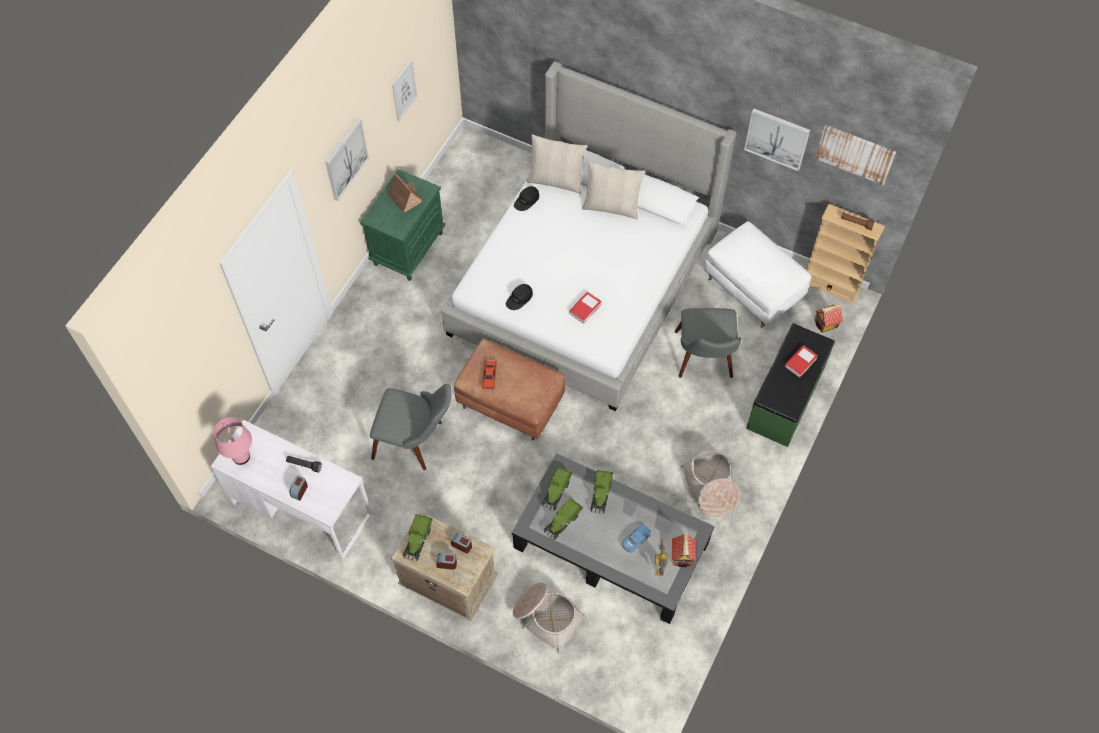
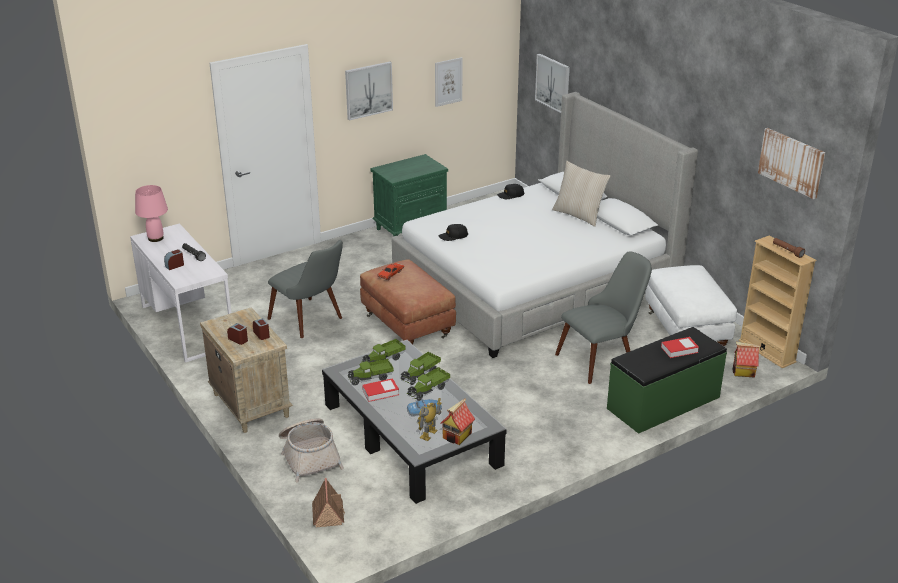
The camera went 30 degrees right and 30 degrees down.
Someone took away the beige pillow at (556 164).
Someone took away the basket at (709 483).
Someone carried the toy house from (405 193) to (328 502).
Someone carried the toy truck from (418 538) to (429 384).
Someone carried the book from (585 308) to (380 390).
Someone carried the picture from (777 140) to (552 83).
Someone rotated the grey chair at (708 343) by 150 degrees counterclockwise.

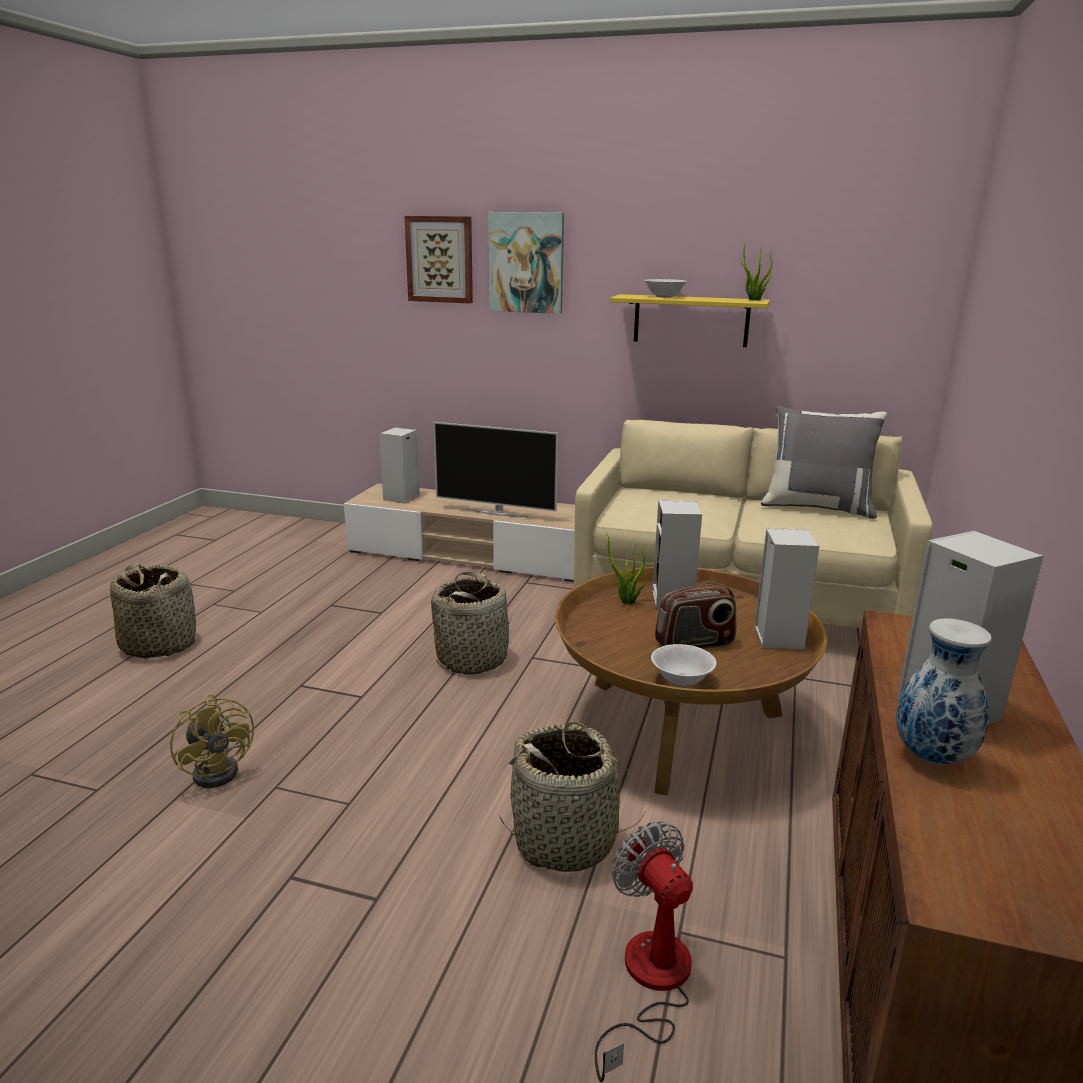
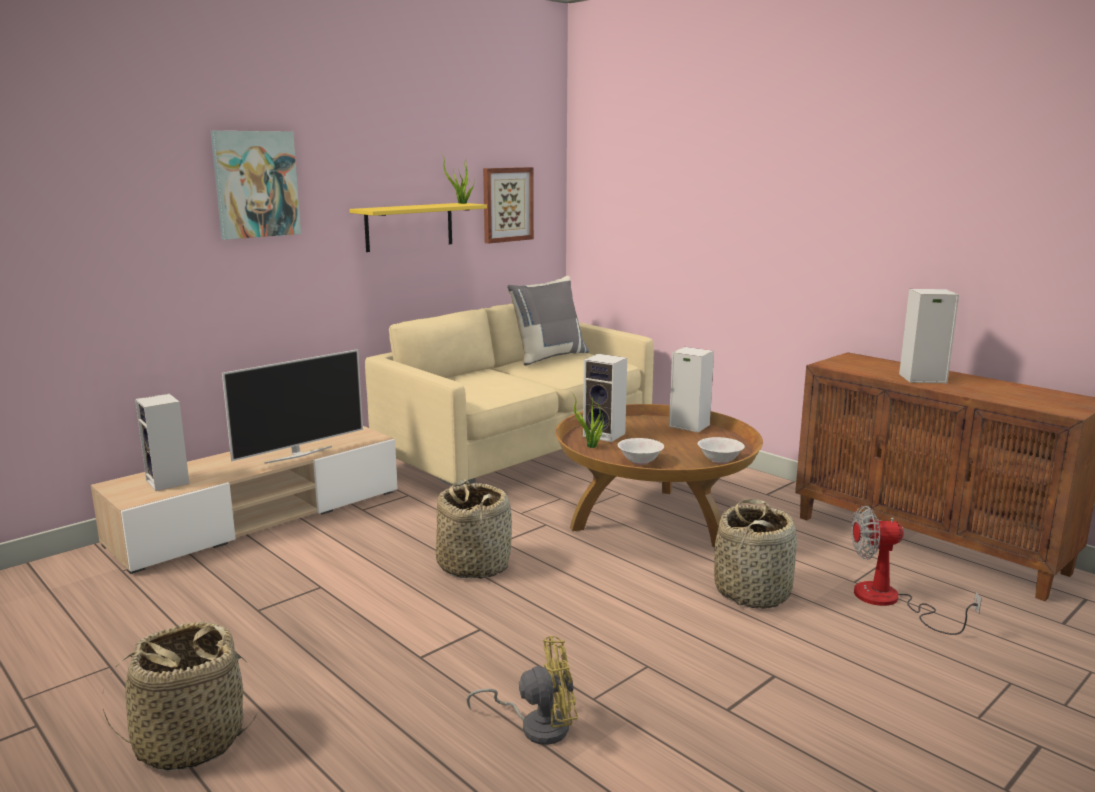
The camera went 60 degrees left and 5 degrees down.
Someone took away the radio at (695 615).
Someone took away the vase at (944 691).
Someone carried the picture from (438 259) to (508 205).
Someone carried the white bowl from (665 288) to (641 451).

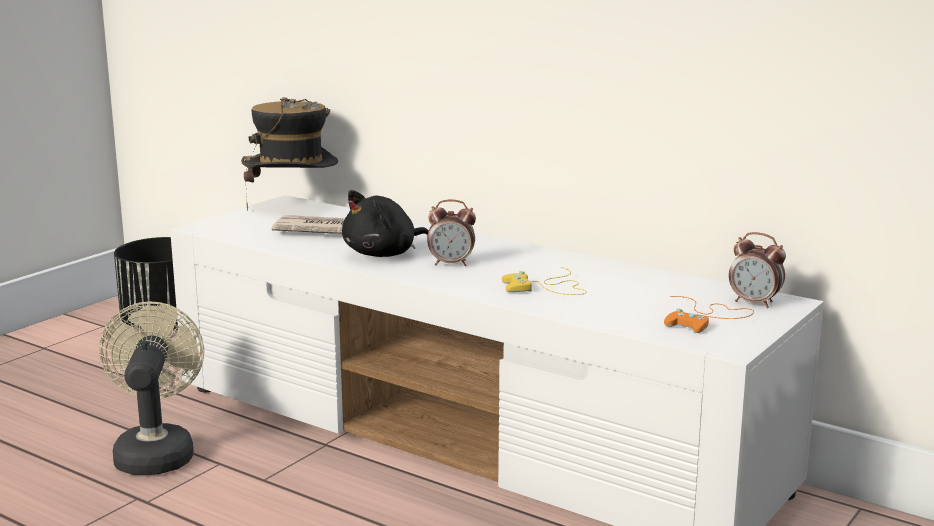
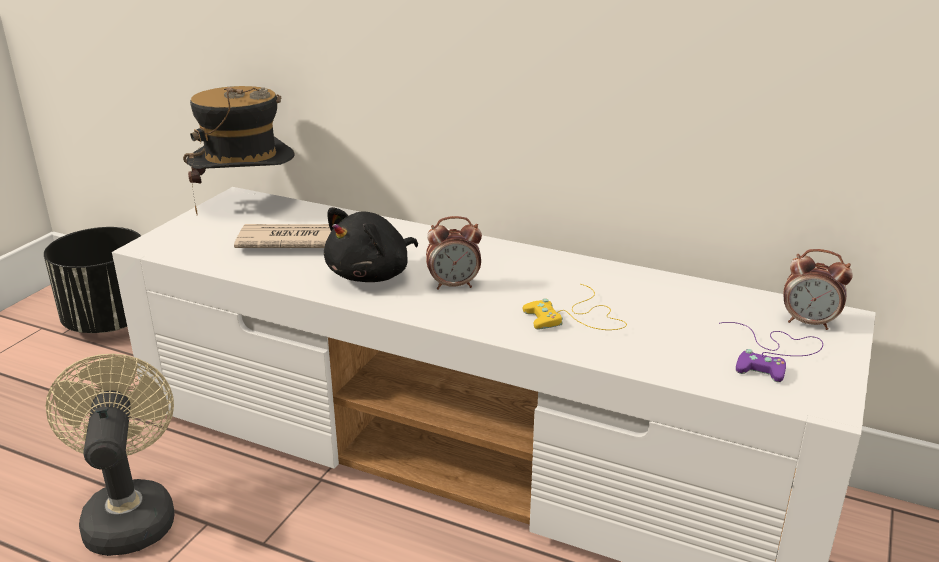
The camera went 10 degrees left and 10 degrees up.
Someone repainted the orange game controller at (709 314), which became the purple game controller at (771 352).

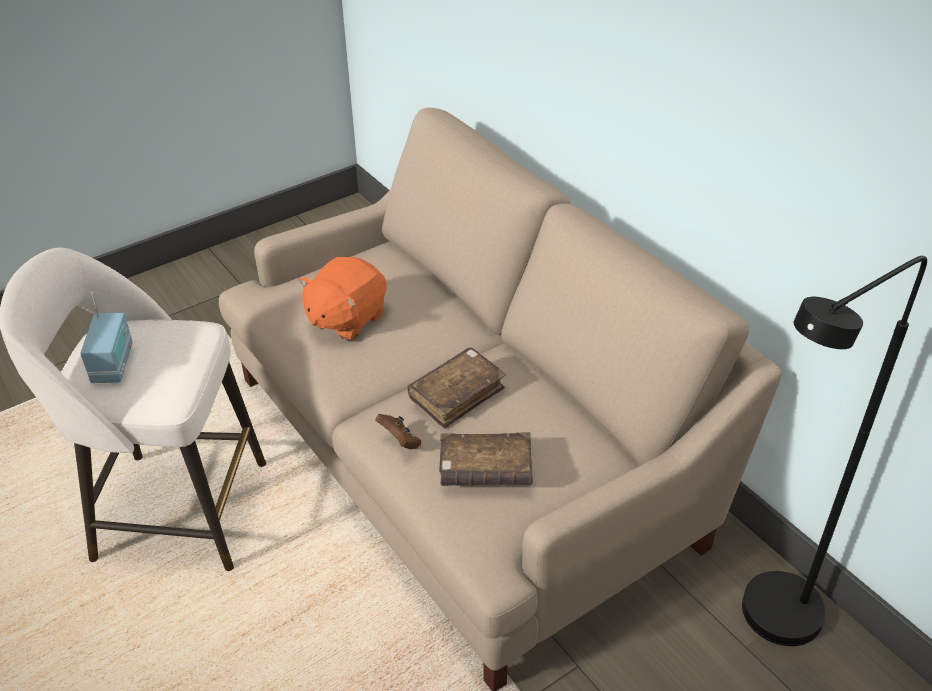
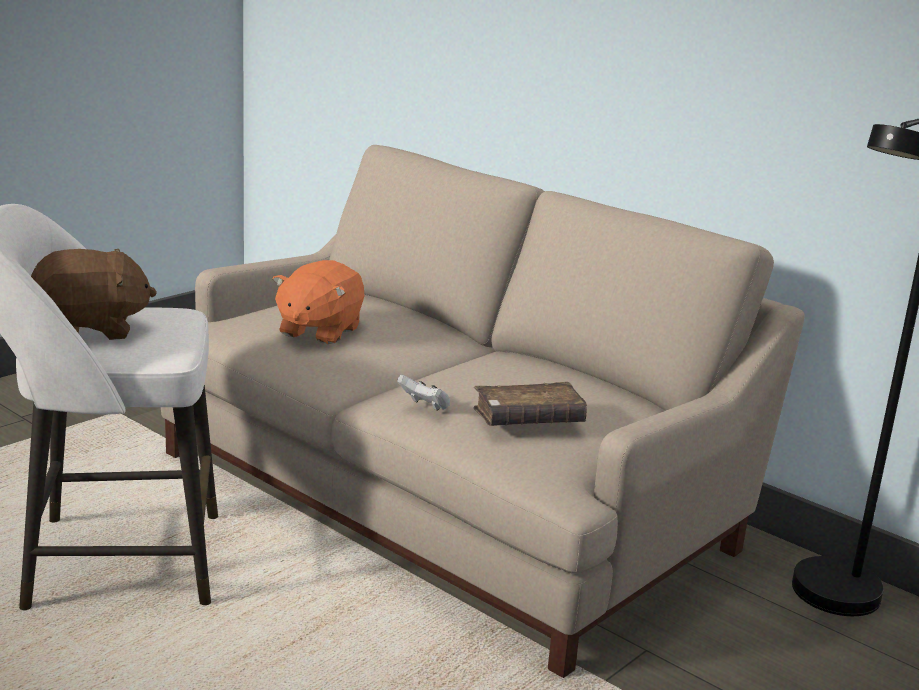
The camera went 15 degrees left and 20 degrees down.
Someone took away the brown book at (457 388).
Someone swapped the radio at (106 337) for the brown plush toy at (94 294).
Someone repainted the brown game controller at (398 431), which became the white game controller at (423 392).

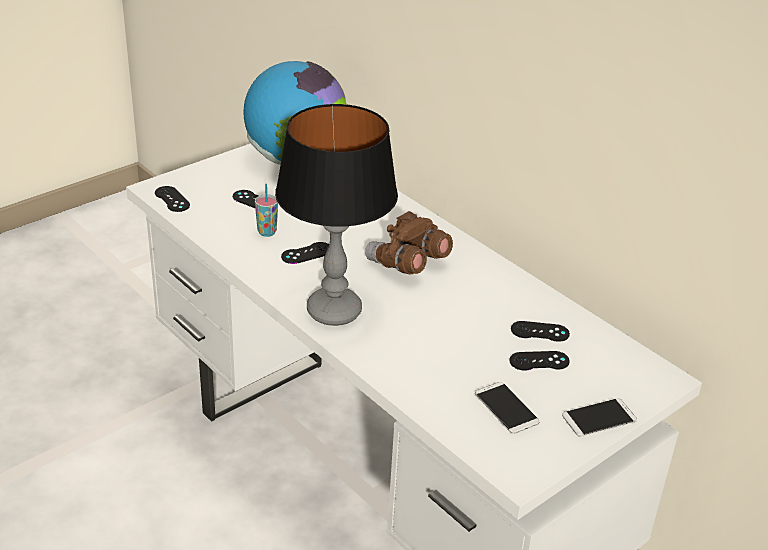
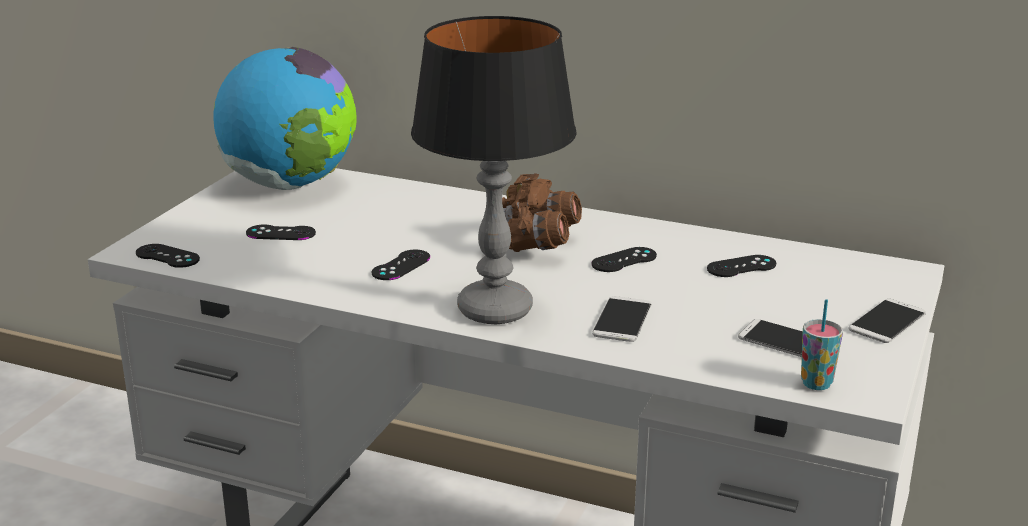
The camera went 25 degrees left and 10 degrees down.
Someone put down the phone at (622 319).
Someone carried the cup from (266 210) to (822 344).
Someone carried the black game controller from (539 361) to (624 259).

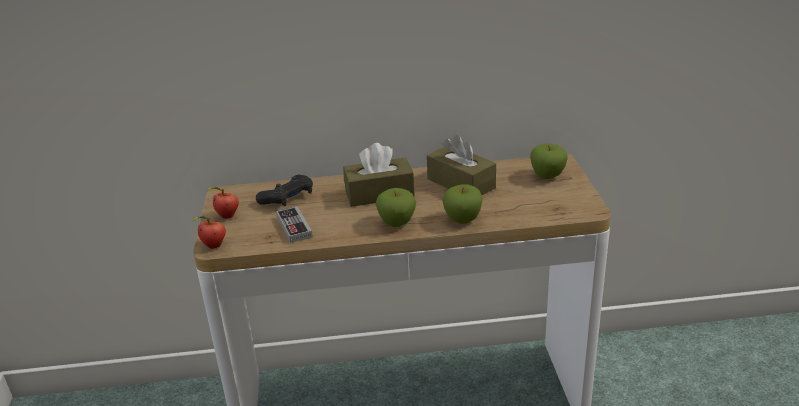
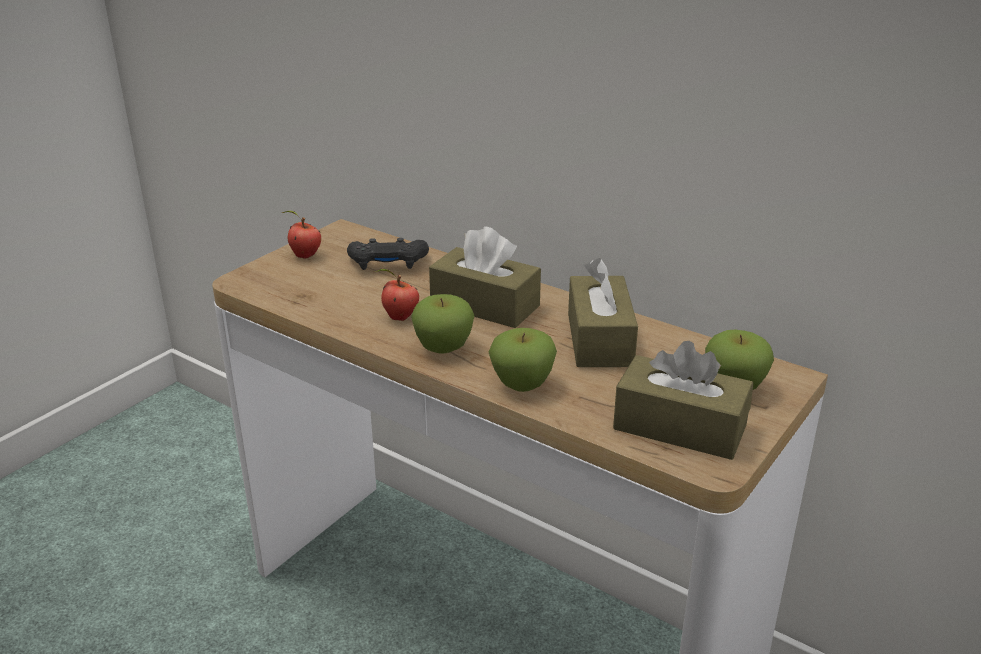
The camera went 40 degrees right and 0 degrees up.
Someone took away the game controller at (294 224).
Someone put down the brown tissue box at (683 400).
Someone carried the apple from (209 232) to (397 295).

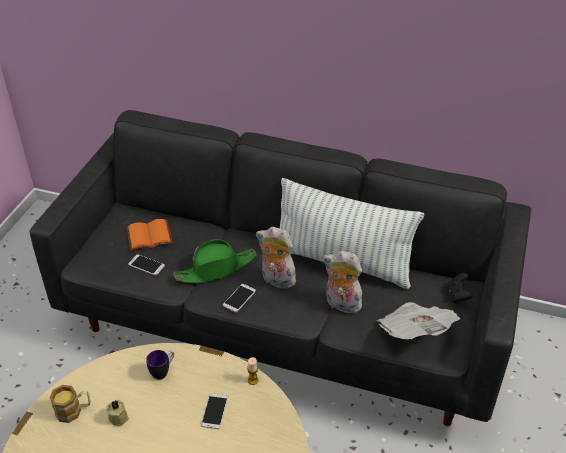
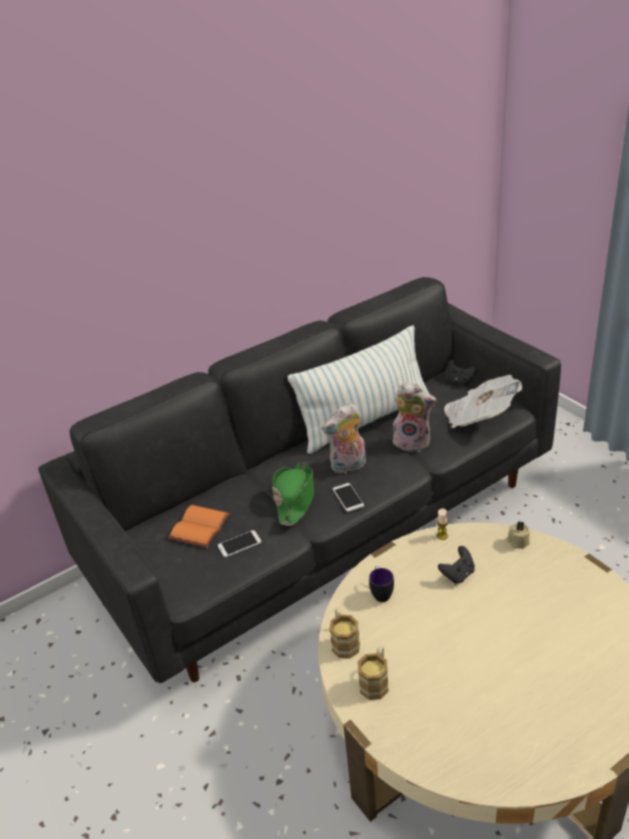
The camera went 50 degrees left and 5 degrees down.
Someone put down the mug at (344 633).
Someone carried the beige candle from (117 413) to (518 535).
Someone swapped the phone at (214 411) for the black game controller at (456 565).
Someone rotated the plush toy at (344 282) by 135 degrees counterclockwise.

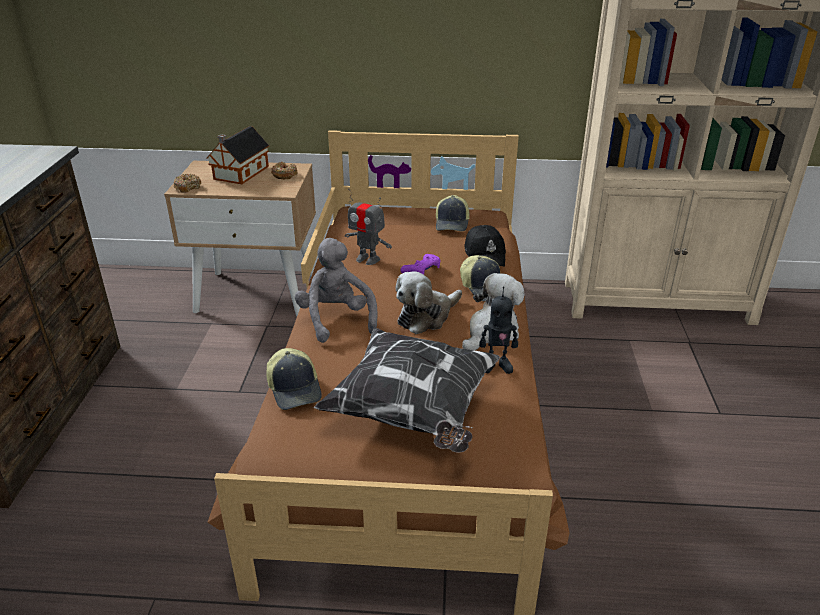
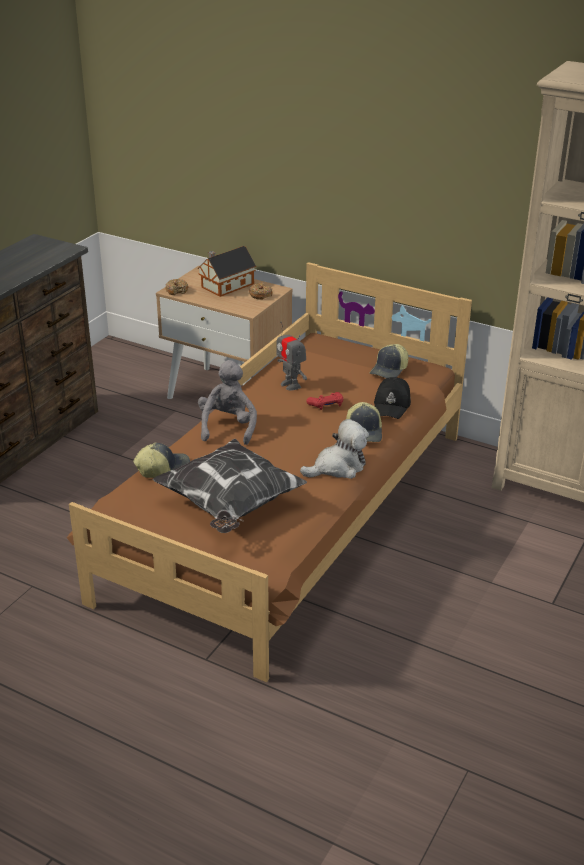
The camera went 25 degrees right and 0 degrees up.
Someone took away the plush toy at (428 302).
Someone took away the toy robot at (498 330).
Someone repainted the purple game controller at (420 264), which became the red game controller at (324 401).
Someone rotated the cap at (294 379) by 120 degrees counterclockwise.

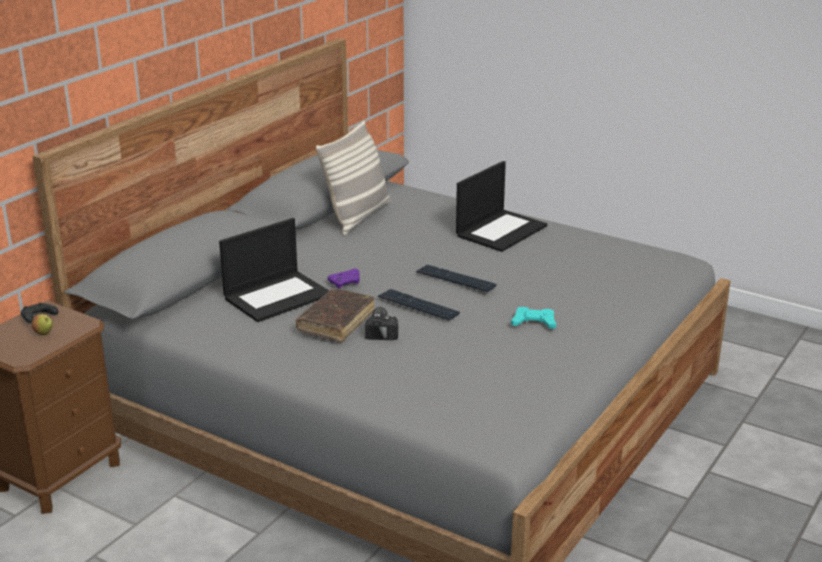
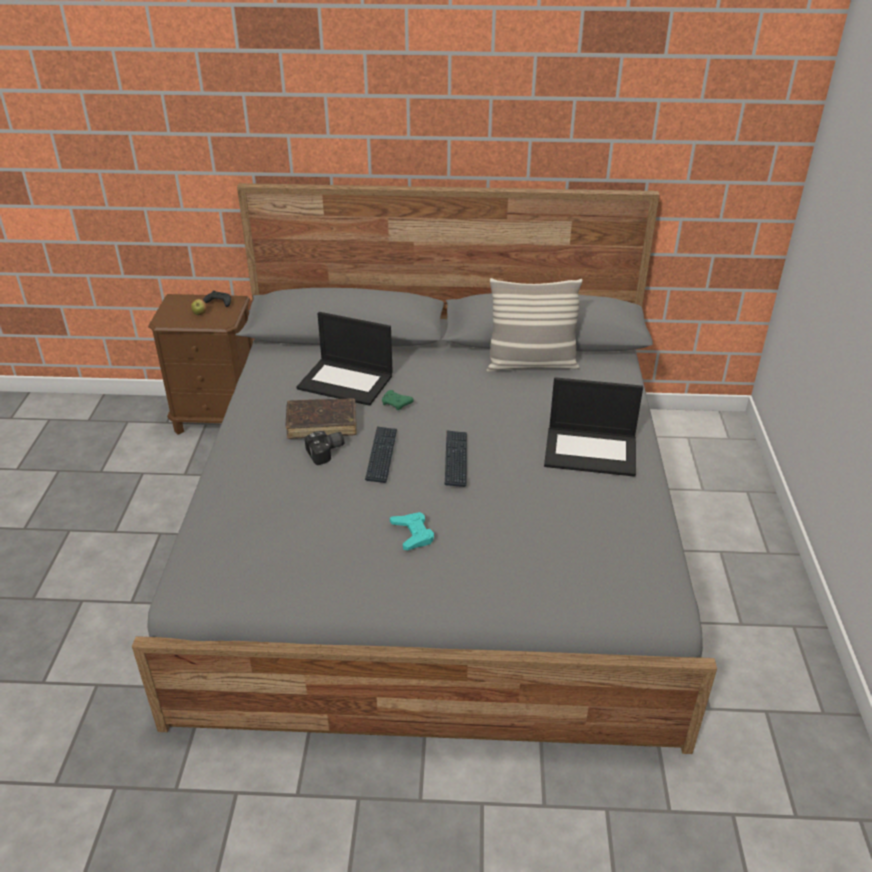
The camera went 60 degrees right and 10 degrees up.
Someone repainted the purple game controller at (343 279), which became the green game controller at (398 400).

